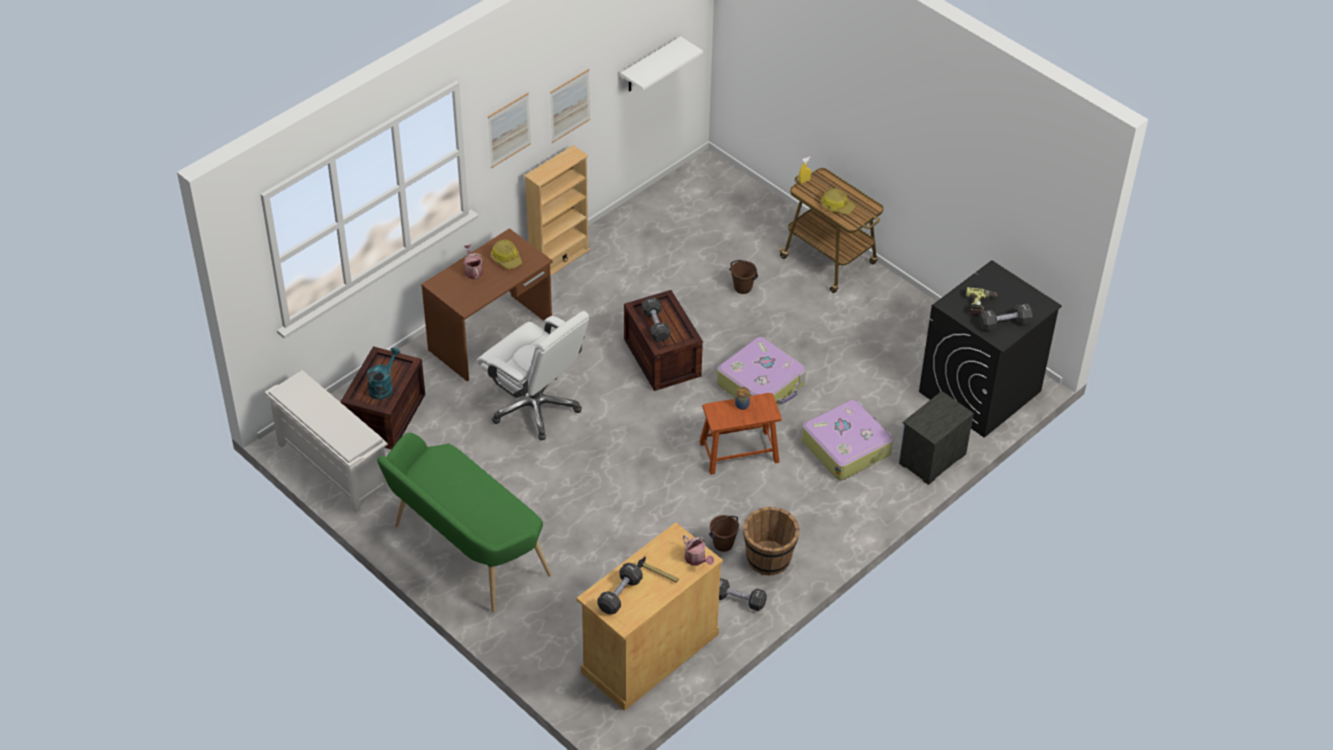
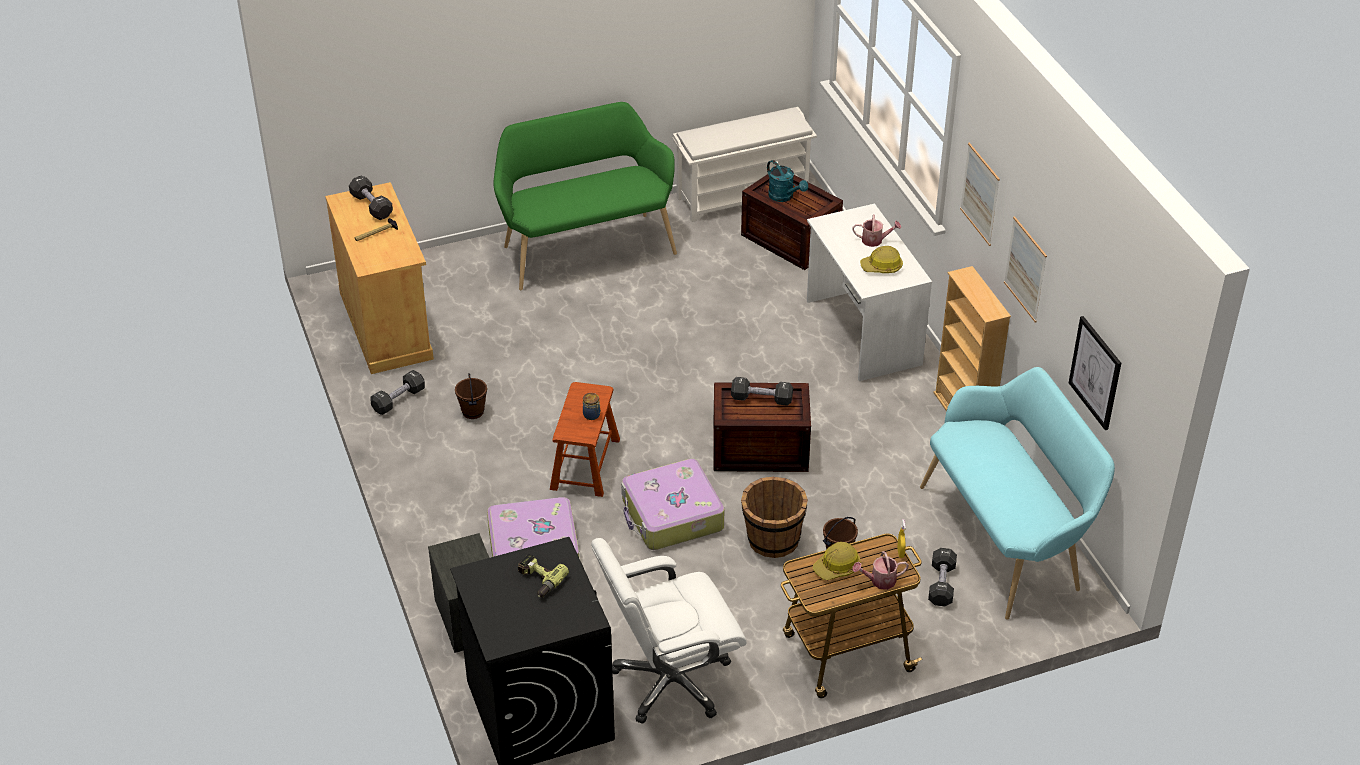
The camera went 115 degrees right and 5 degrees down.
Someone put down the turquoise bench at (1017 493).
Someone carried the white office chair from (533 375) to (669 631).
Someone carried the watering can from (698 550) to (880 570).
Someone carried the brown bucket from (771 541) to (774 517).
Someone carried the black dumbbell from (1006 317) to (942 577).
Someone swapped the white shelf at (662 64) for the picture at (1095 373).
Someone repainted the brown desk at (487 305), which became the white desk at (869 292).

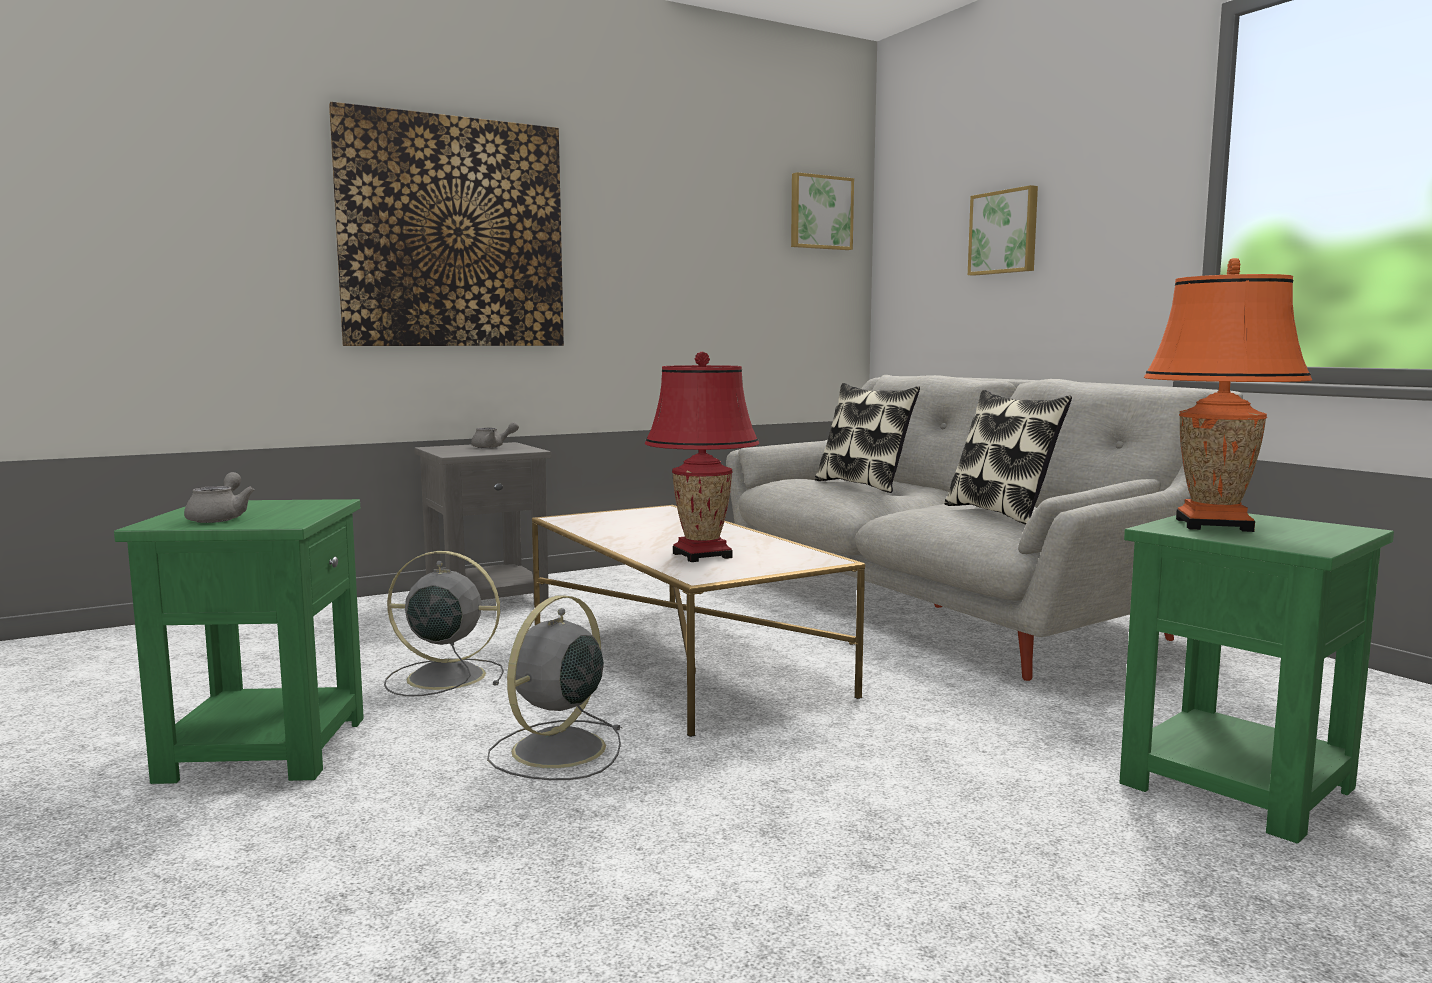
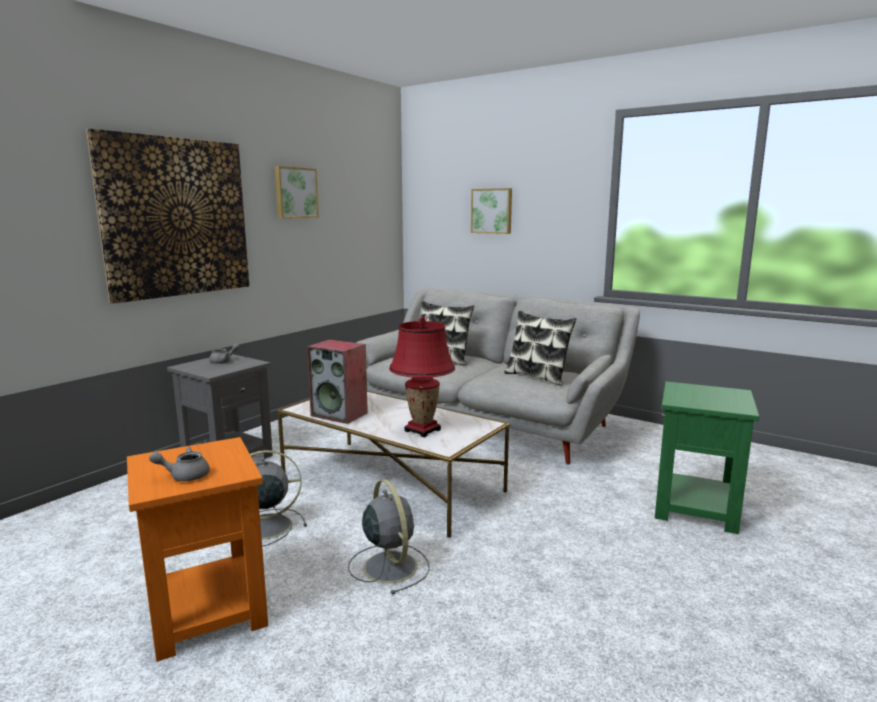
The camera went 25 degrees left and 5 degrees up.
Someone took away the orange table lamp at (1228 395).
Someone put down the speaker at (337 382).
Someone carried the picture from (822 211) to (297 192).
Someone repainted the green side table at (239 641), which became the orange side table at (197 549).
Someone rotated the grey teapot at (219 497) by 75 degrees counterclockwise.
Someone rotated the grey fan at (554 687) by 150 degrees clockwise.

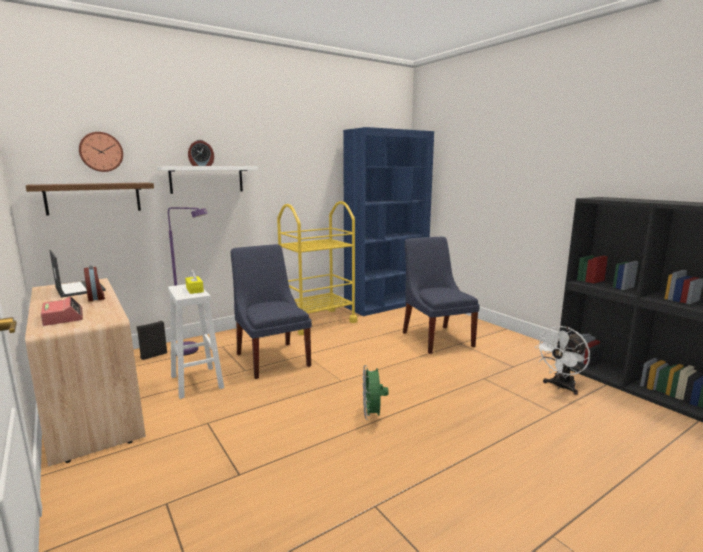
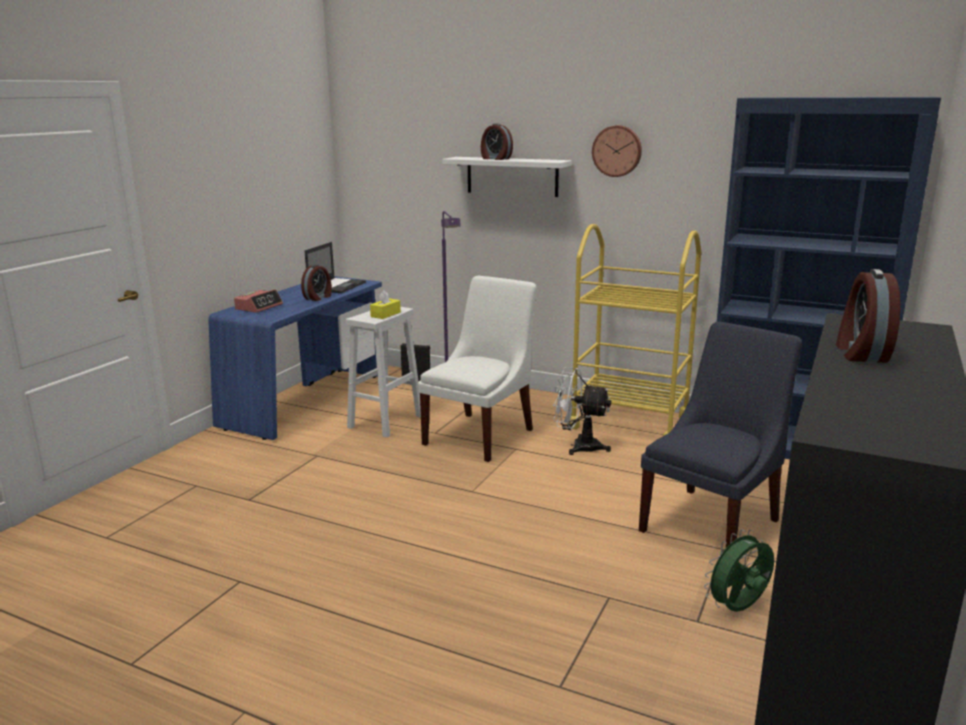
The camera went 60 degrees right and 5 degrees up.
Someone took away the shelf at (90 198).
Someone put down the alarm clock at (868 316).
Someone carried the wall clock from (101 152) to (617 151).
Someone carried the green fan from (375 392) to (739 570).
Someone carried the white fan from (562 360) to (582 411).
Someone repainted the beige desk at (85 372), which became the blue desk at (295 358).
Someone repainted the blue chair at (271 311), which became the white chair at (477 369).

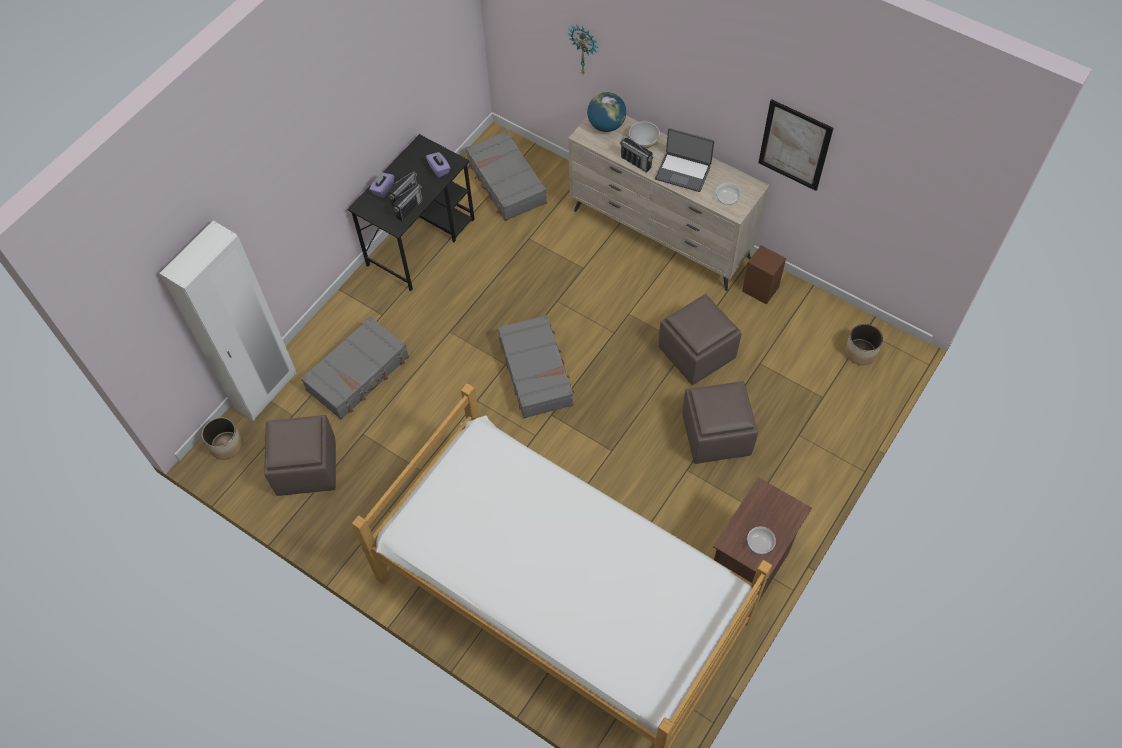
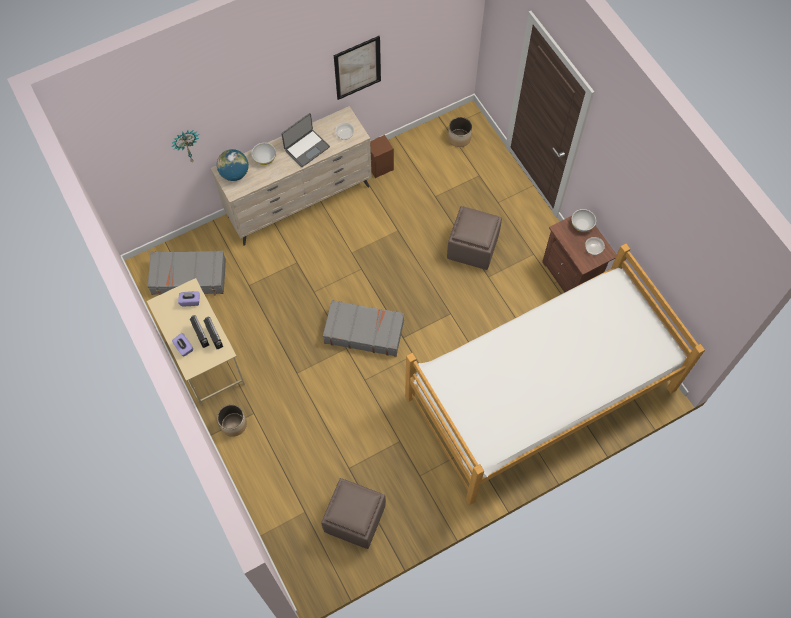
The camera went 65 degrees left and 5 degrees up.
Someone took away the white wardrobe at (228 321).
Someone took away the grey suitcase at (355 368).
Someone took away the radio at (636 154).
Someone took away the brown ottoman at (700 339).
Someone put down the white bowl at (583 220).
Someone carried the planter from (222 438) to (232 420).
Someone repainted the black desk at (411 212), which became the beige desk at (196 342).

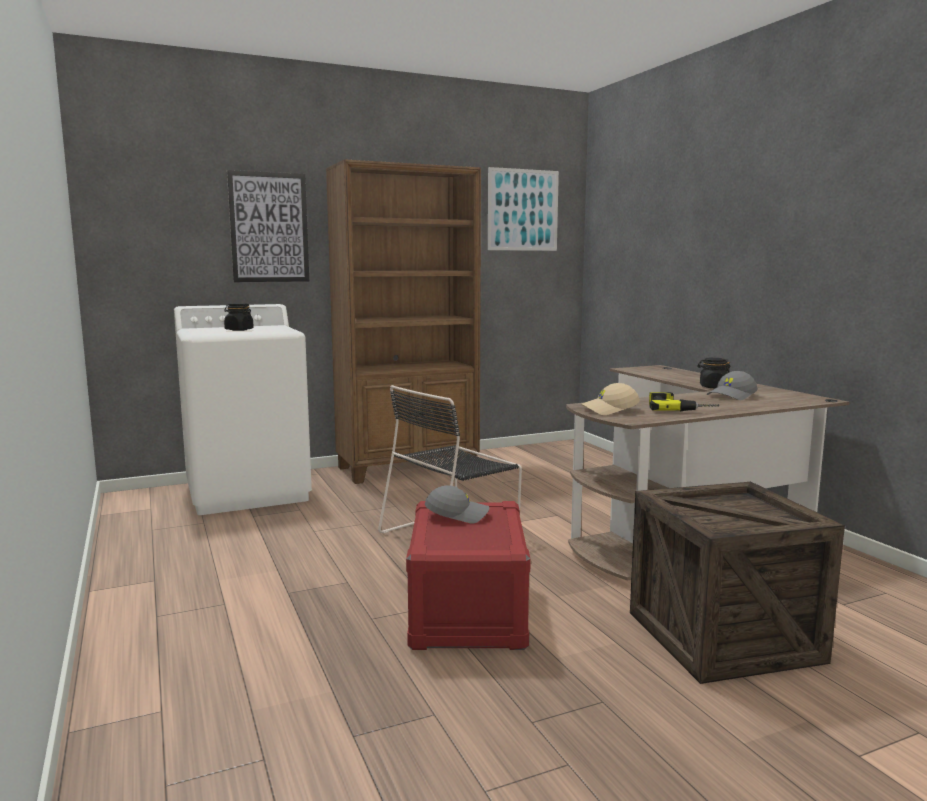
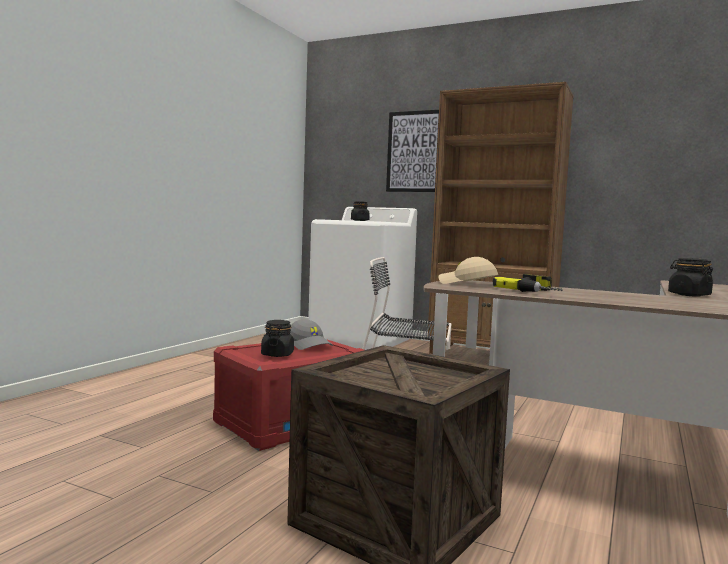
The camera went 50 degrees right and 5 degrees down.
Someone took away the picture at (523 209).
Someone took away the grey cap at (732 385).
Someone put down the black jar at (277 338).

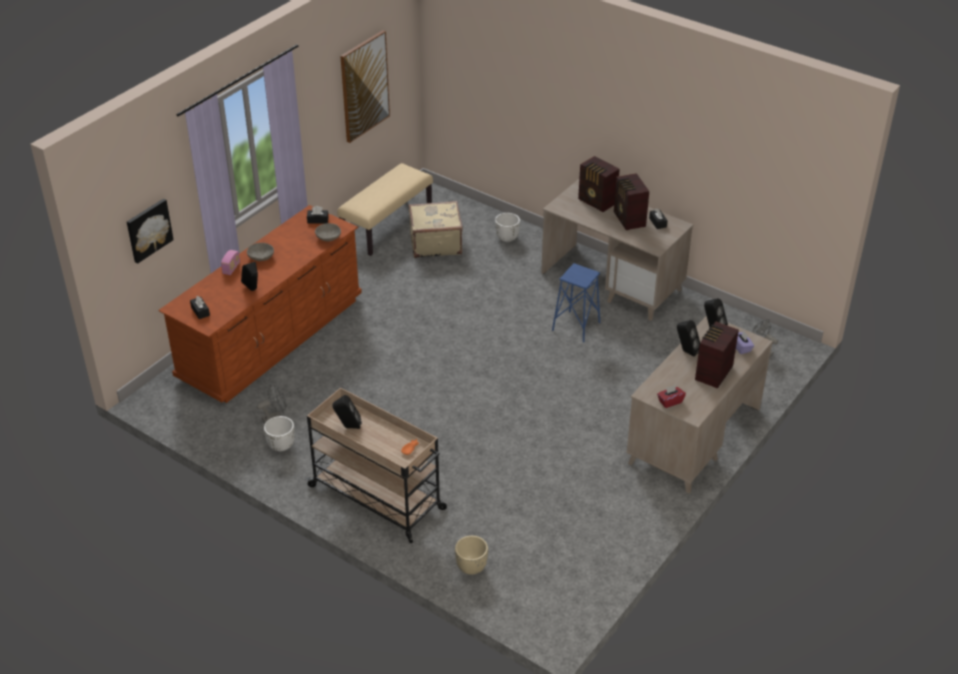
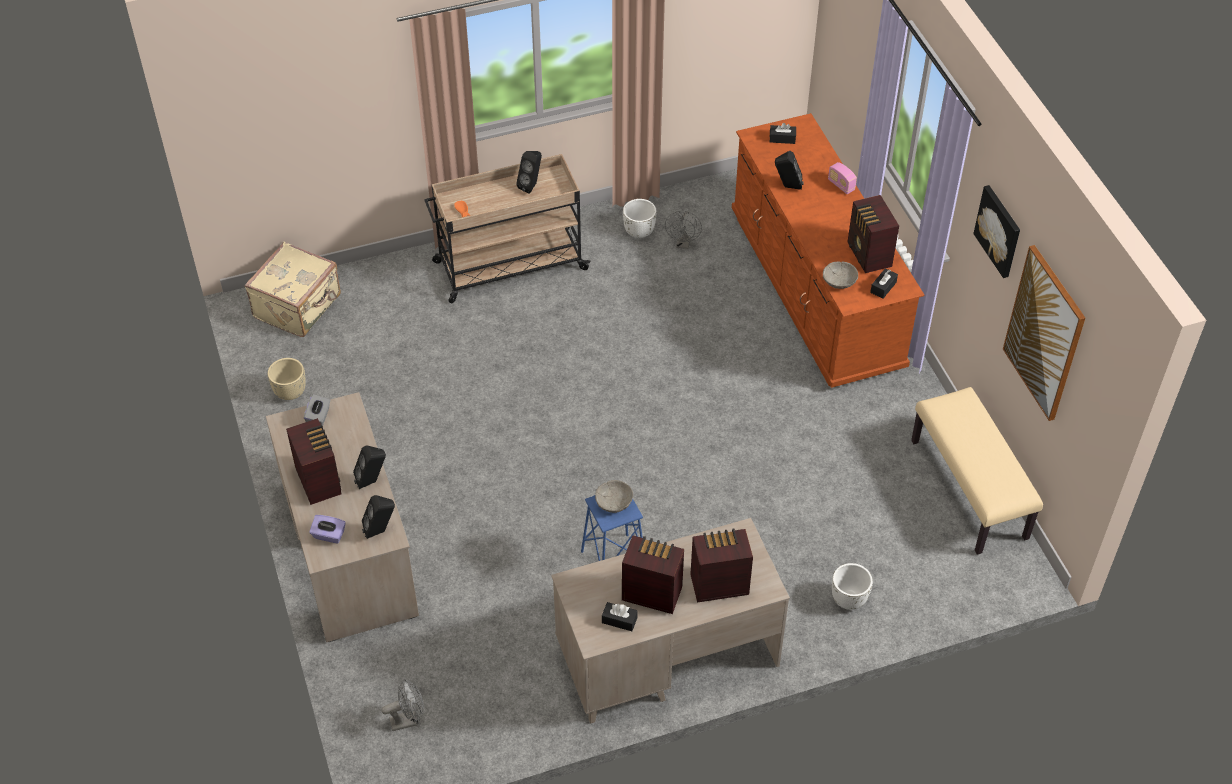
The camera went 125 degrees right and 10 degrees up.
Someone put down the radio at (873 234).
Someone carried the picture from (150 231) to (996 231).
Someone carried the grey bowl from (260 252) to (614 496).
Someone carried the beige suitcase from (435 229) to (293 289).
Someone carried the beige planter from (471 555) to (287 379).
Someone repainted the red tissue box at (671 396), which became the grey tissue box at (317 410).

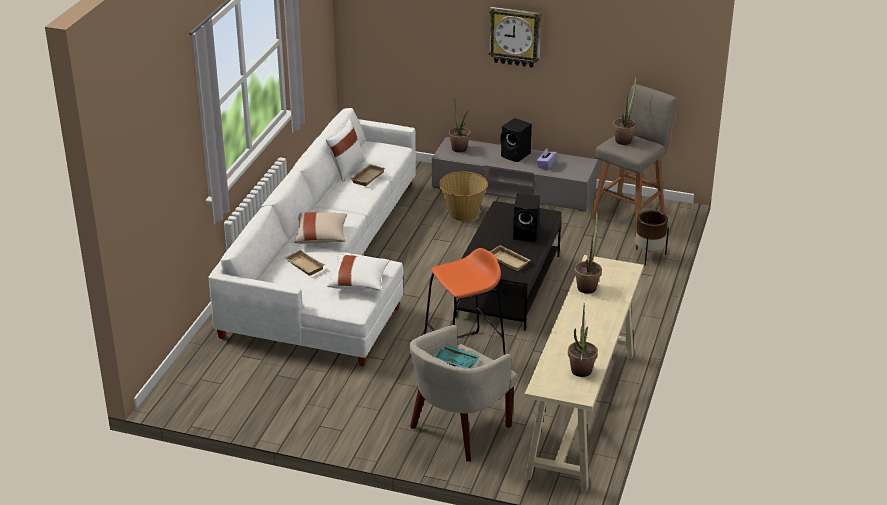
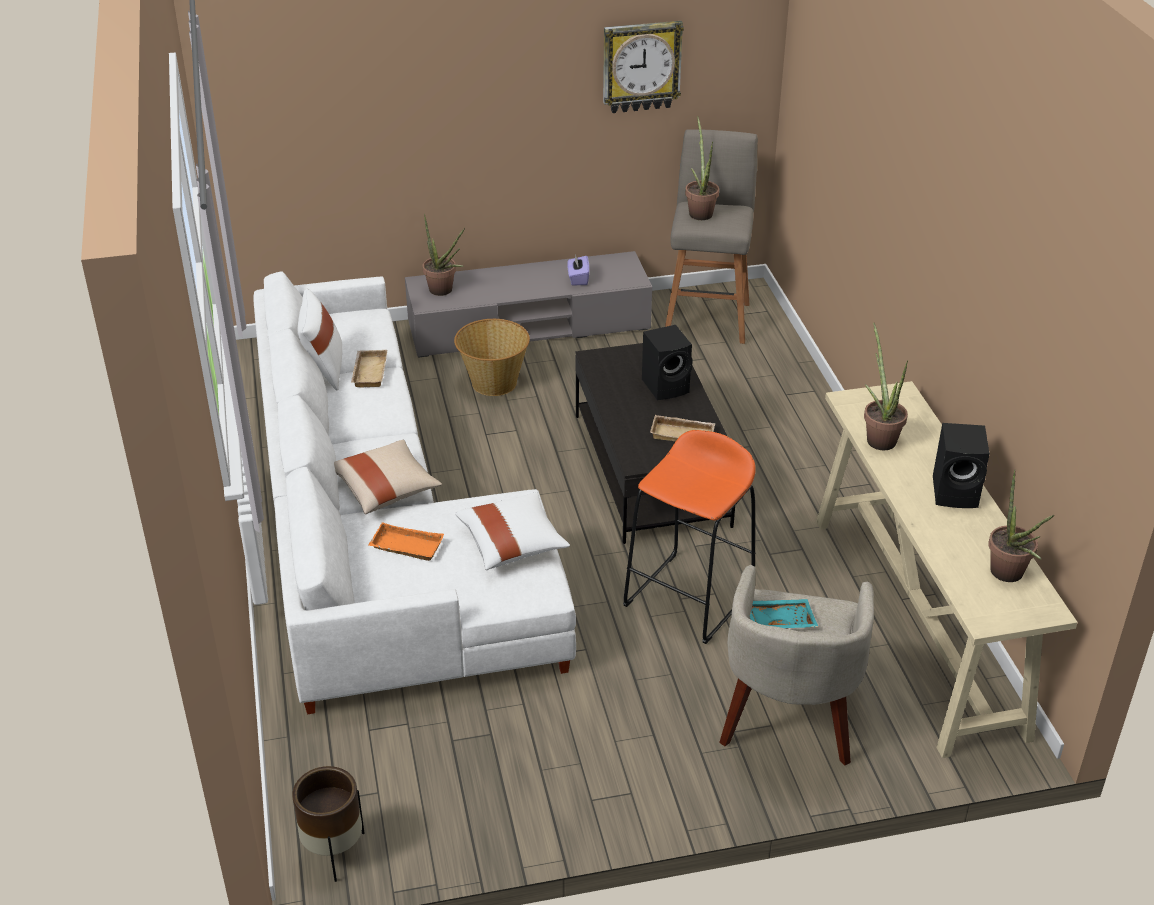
The camera went 30 degrees left and 5 degrees up.
Someone carried the wall clock from (515 37) to (643 67).
Someone carried the black speaker from (516 140) to (961 465).
Someone carried the brown planter from (652 238) to (328 824).
Someone repainted the beige tray at (305 263), which became the orange tray at (406 541).

